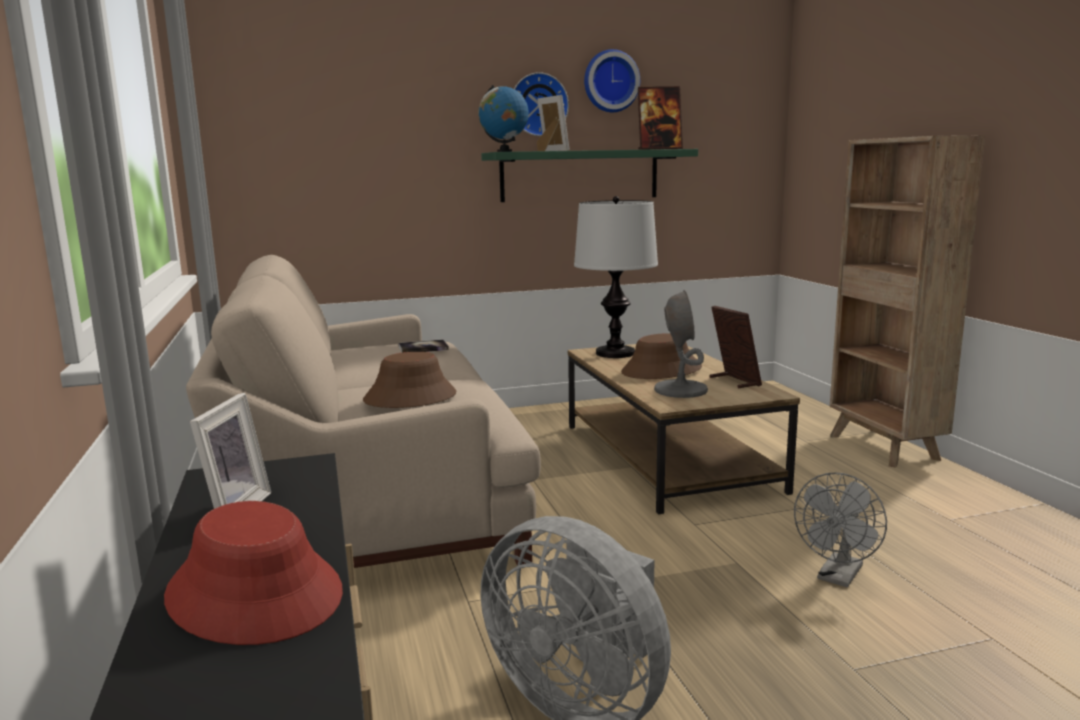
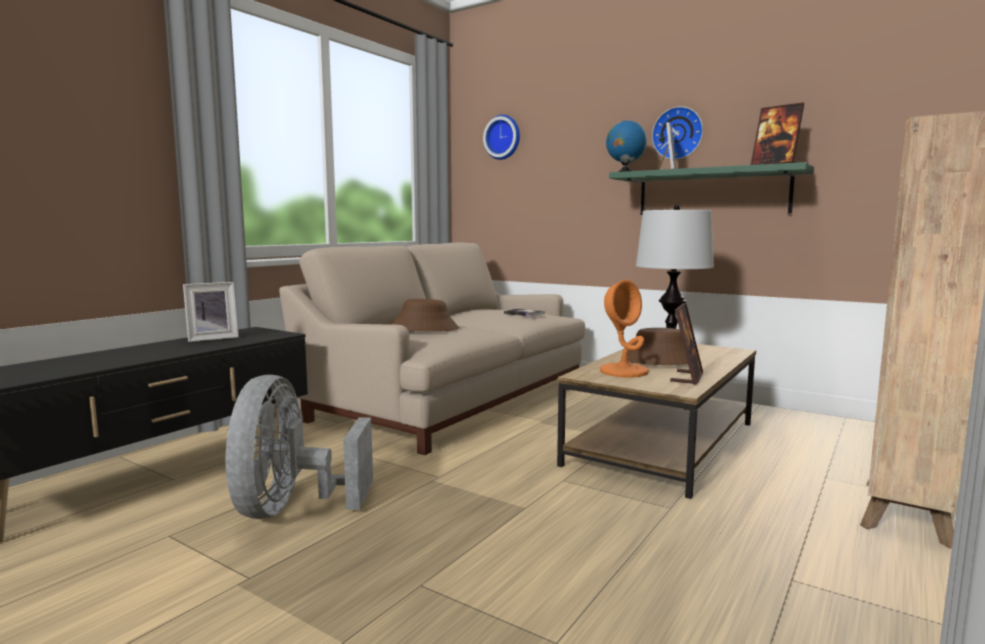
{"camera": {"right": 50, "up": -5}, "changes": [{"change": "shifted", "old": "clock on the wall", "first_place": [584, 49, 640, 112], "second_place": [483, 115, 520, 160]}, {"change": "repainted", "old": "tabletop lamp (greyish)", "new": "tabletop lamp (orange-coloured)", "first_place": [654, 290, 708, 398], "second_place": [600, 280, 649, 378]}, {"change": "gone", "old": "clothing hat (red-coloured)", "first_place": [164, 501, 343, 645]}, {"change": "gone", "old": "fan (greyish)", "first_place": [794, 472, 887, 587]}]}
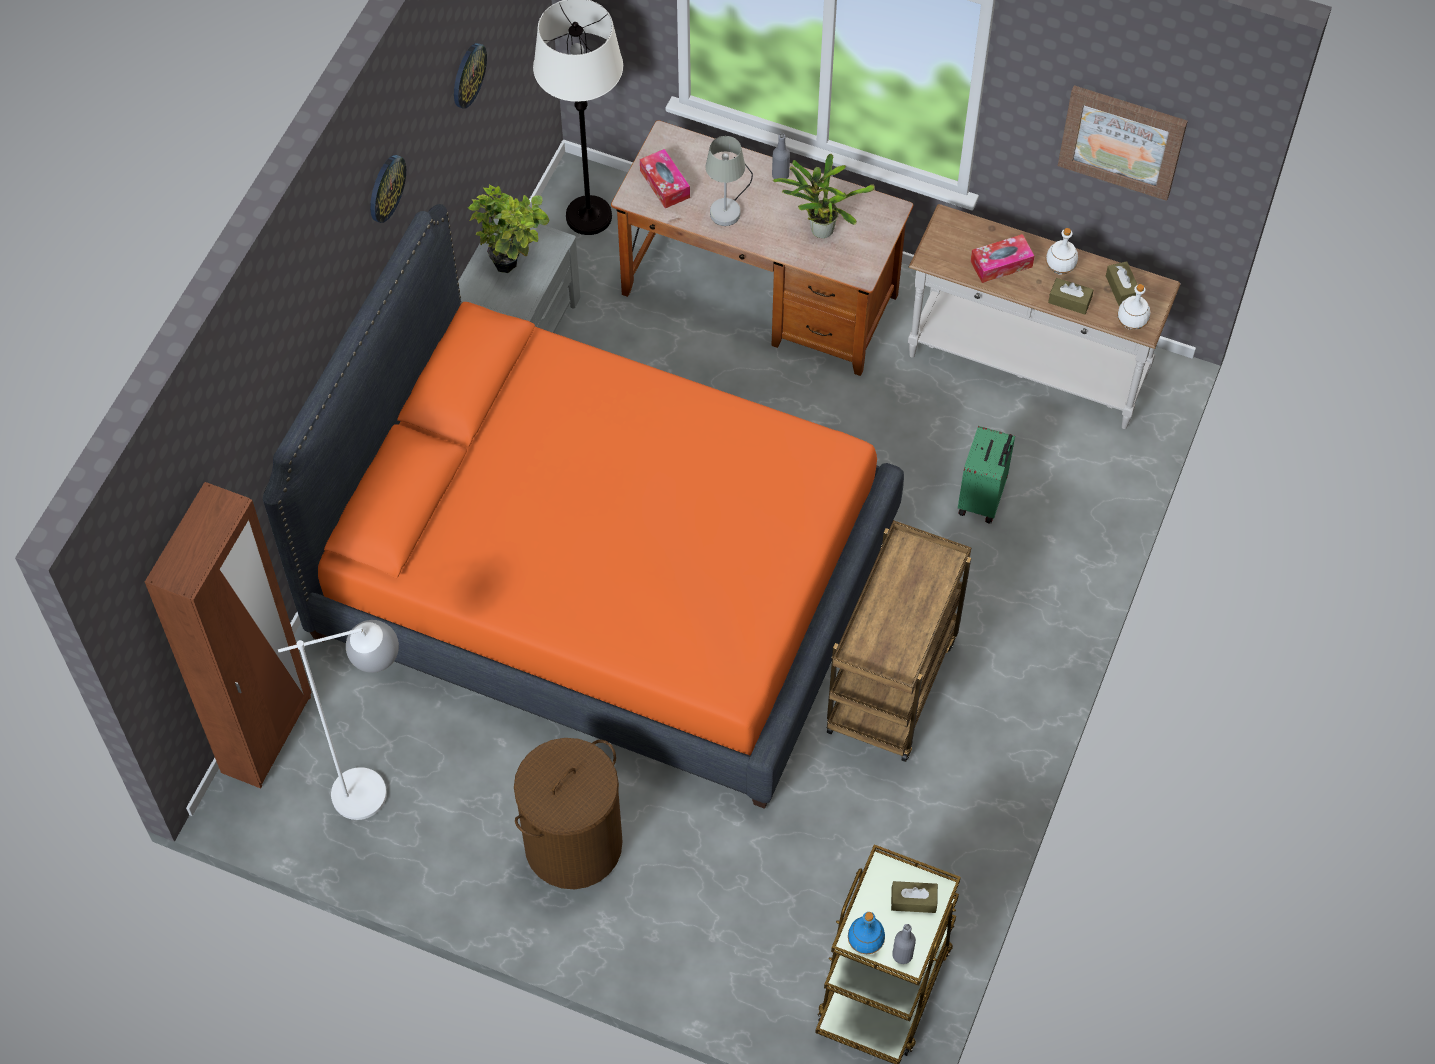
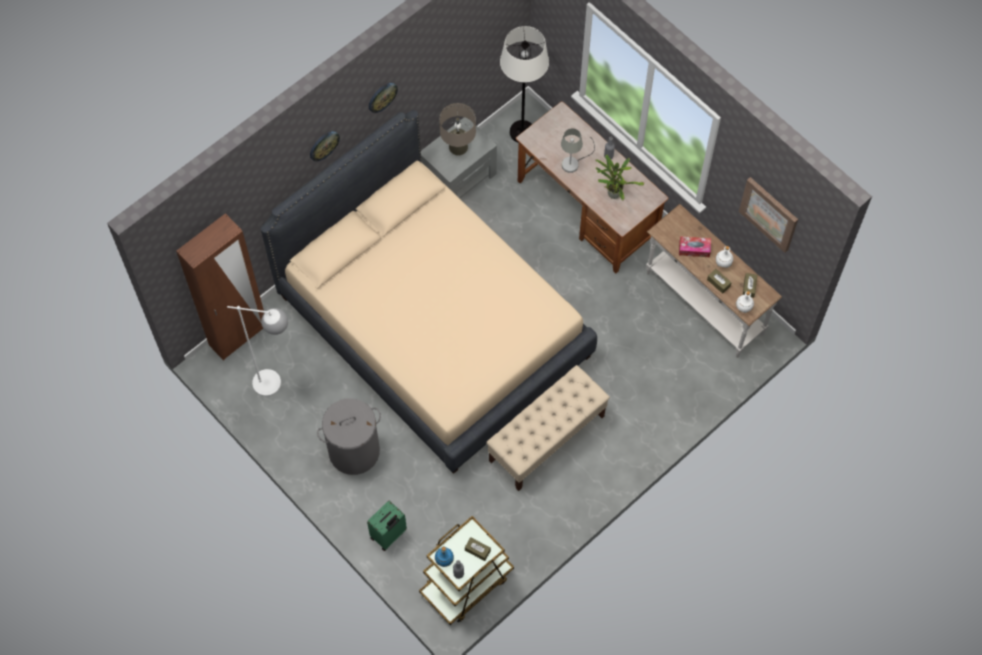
{"camera": {"right": 25, "up": 5}, "changes": [{"change": "repainted", "old": "bedroom bed (orange-coloured)", "new": "bedroom bed (sand-coloured)", "first_place": [263, 204, 904, 809], "second_place": [261, 110, 597, 474]}, {"change": "shifted", "old": "clock on the wall", "first_place": [454, 43, 487, 109], "second_place": [310, 131, 340, 162]}, {"change": "repainted", "old": "washing basket (brown)", "new": "washing basket (greyish)", "first_place": [514, 738, 623, 889], "second_place": [317, 398, 381, 475]}, {"change": "shifted", "old": "piece of luggage (greenish)", "first_place": [958, 426, 1015, 524], "second_place": [367, 501, 407, 551]}, {"change": "swapped", "old": "potted plant", "new": "tabletop lamp (sand-coloured)", "first_place": [468, 185, 549, 273], "second_place": [439, 103, 476, 155]}, {"change": "swapped", "old": "trolley (brown)", "new": "long seat (sand-coloured)", "first_place": [827, 520, 971, 762], "second_place": [486, 365, 610, 491]}, {"change": "gone", "old": "box of tissues", "first_place": [640, 149, 690, 208]}]}
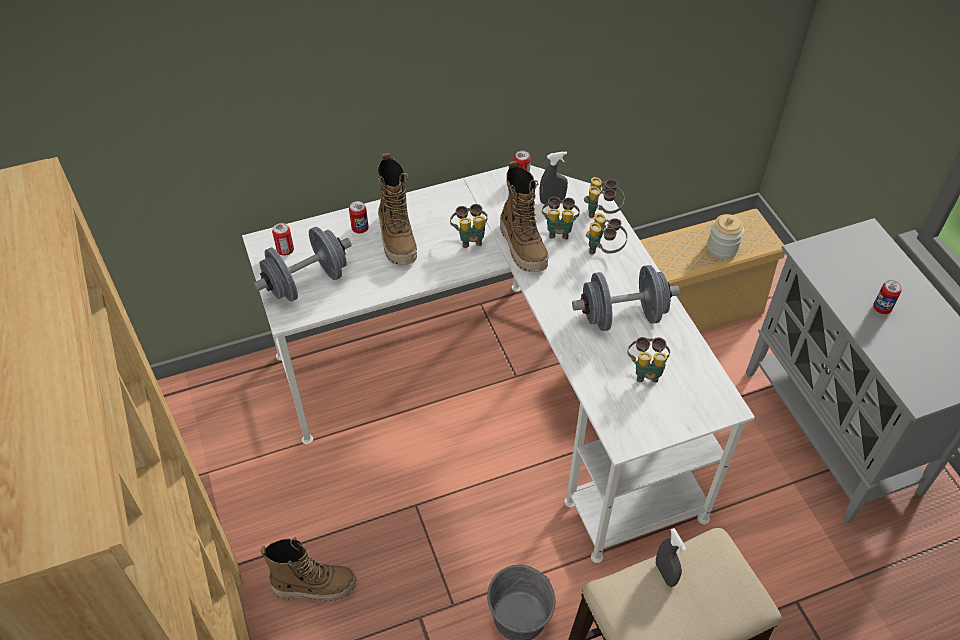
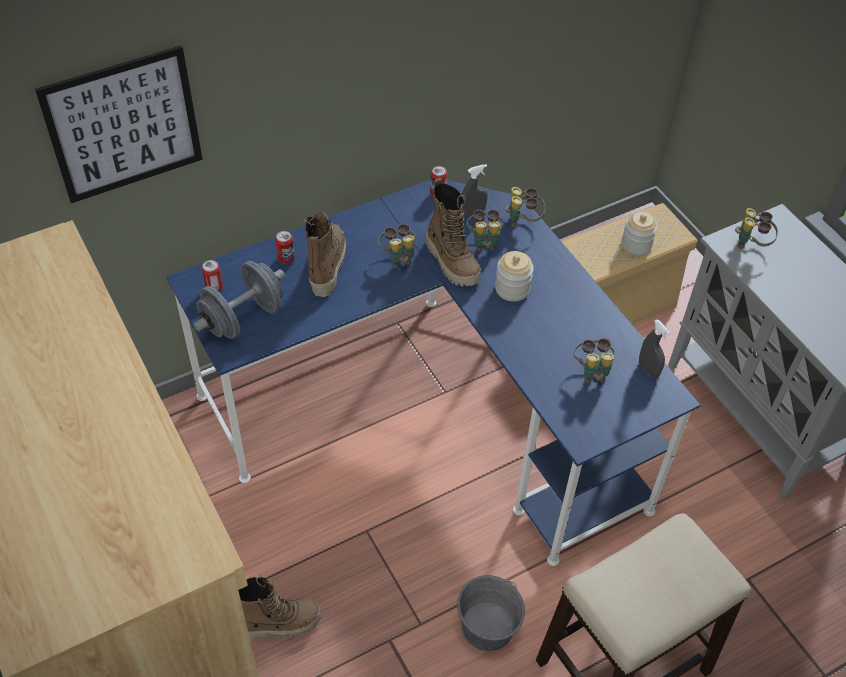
{"camera": {"right": -10, "up": 0}, "changes": [{"change": "new", "new": "wall art", "second_place": [35, 46, 203, 203]}, {"change": "repainted", "old": "desk table (white)", "new": "desk table (bluish)", "first_place": [242, 165, 755, 563], "second_place": [166, 179, 700, 566]}, {"change": "rotated", "old": "high-top boot", "first_place": [377, 153, 417, 265], "second_place": [304, 213, 346, 297], "degrees": -150}, {"change": "new", "new": "storage jar", "second_place": [495, 251, 534, 301]}, {"change": "shifted", "old": "sprayer (greyish)", "first_place": [656, 528, 686, 587], "second_place": [639, 320, 671, 378]}, {"change": "shifted", "old": "binoculars", "first_place": [586, 213, 628, 254], "second_place": [735, 208, 778, 249]}, {"change": "gone", "old": "hand weight (greyish)", "first_place": [572, 265, 680, 331]}, {"change": "gone", "old": "can", "first_place": [873, 280, 902, 314]}]}
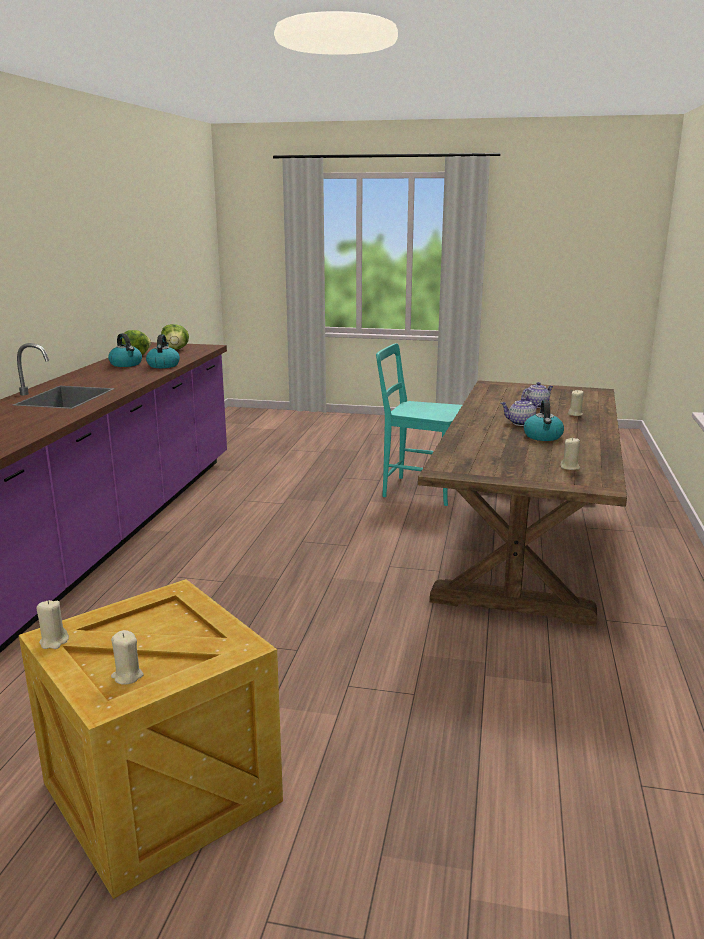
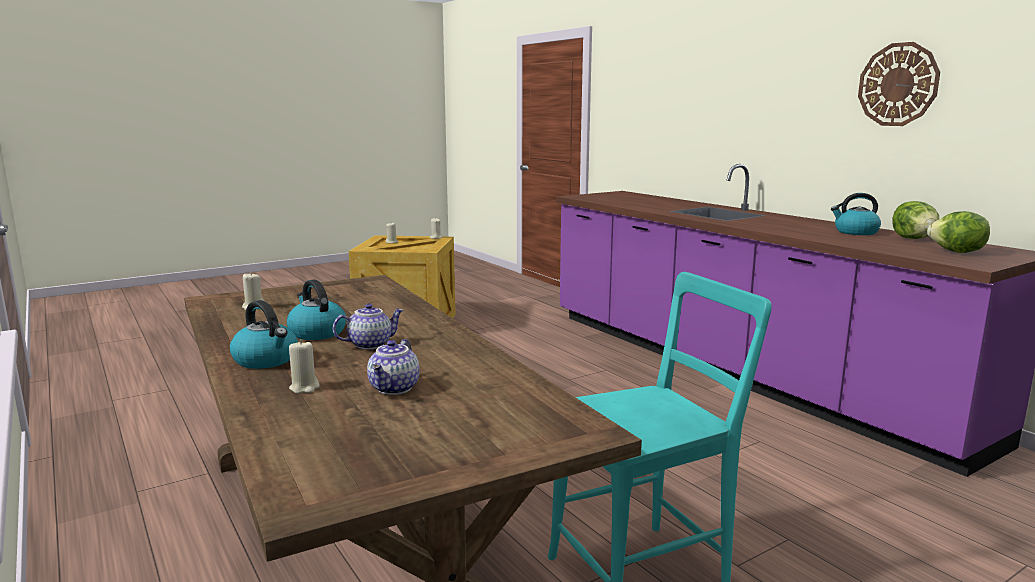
{"camera": {"right": 135, "up": -5}, "changes": [{"change": "shifted", "old": "tea kettle", "first_place": [146, 334, 180, 368], "second_place": [230, 300, 298, 369]}, {"change": "new", "new": "clock on the wall", "second_place": [858, 42, 940, 126]}]}
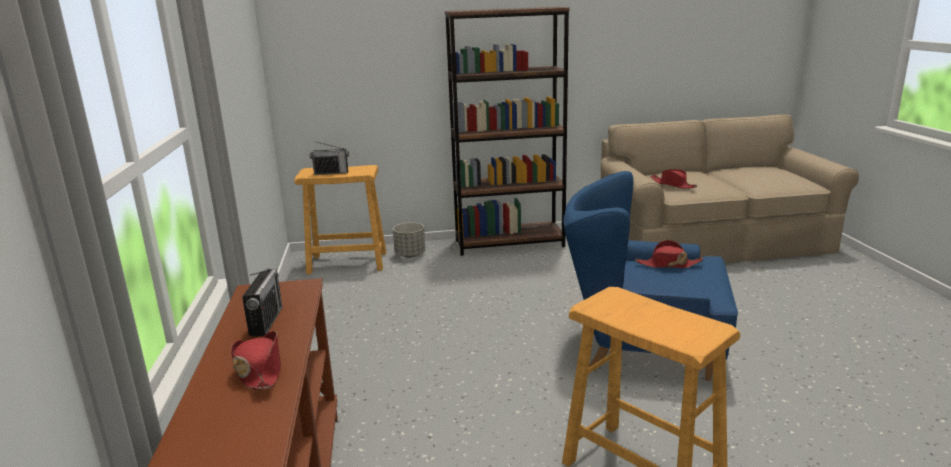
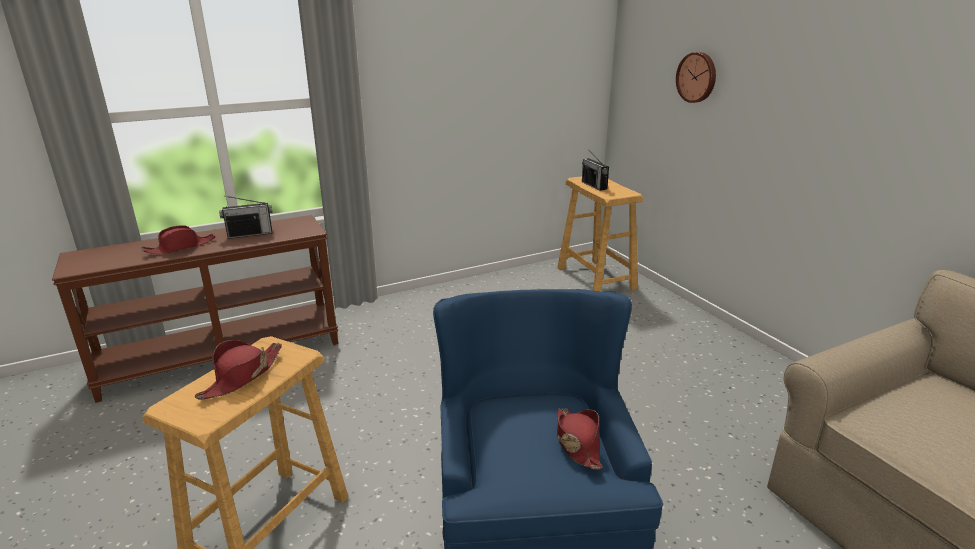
{"camera": {"right": 70, "up": 5}, "changes": [{"change": "shifted", "old": "clothing hat (red-coloured)", "first_place": [650, 169, 698, 189], "second_place": [195, 340, 282, 400]}, {"change": "new", "new": "clock on the wall", "second_place": [676, 52, 716, 103]}, {"change": "gone", "old": "plant pot (greyish)", "first_place": [393, 223, 425, 258]}, {"change": "gone", "old": "bookcase (brown)", "first_place": [445, 7, 570, 256]}]}
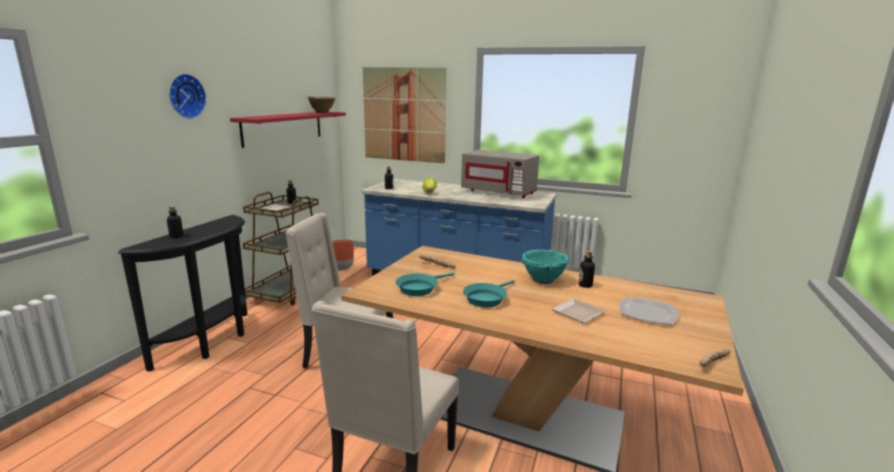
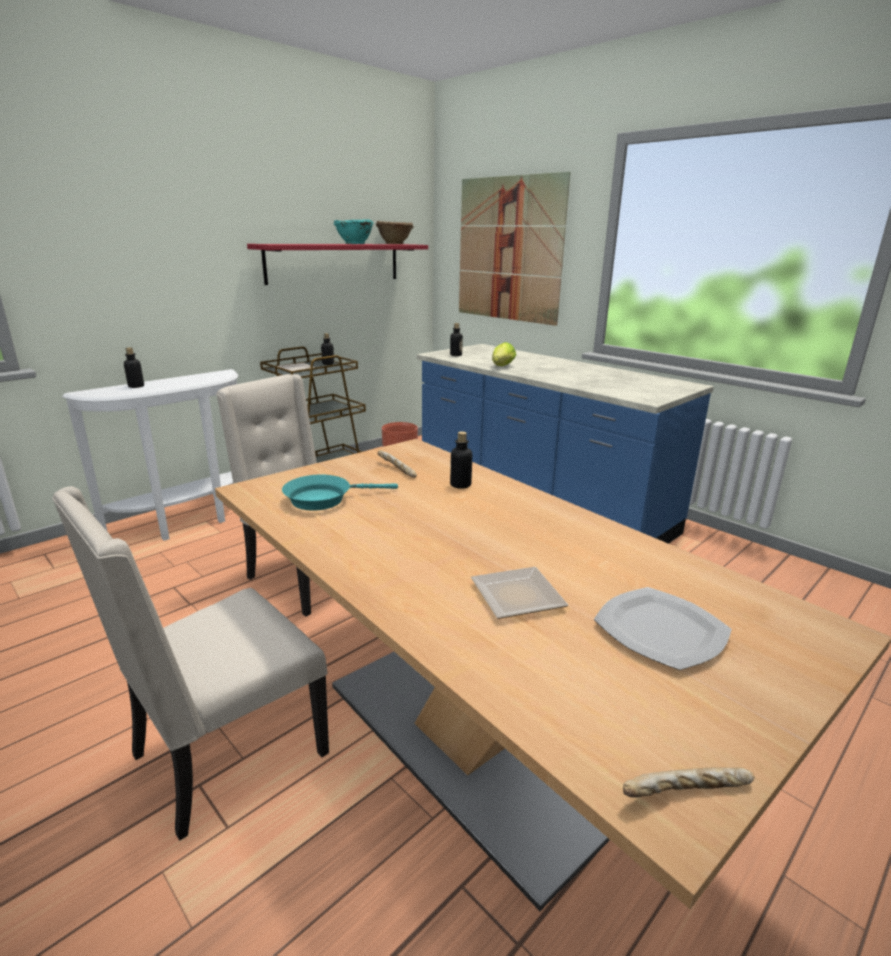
{"camera": {"right": 25, "up": 5}, "changes": [{"change": "repainted", "old": "hall table (black)", "new": "hall table (white)", "first_place": [118, 215, 247, 372], "second_place": [62, 369, 238, 541]}, {"change": "shifted", "old": "deep dish (turquoise)", "first_place": [521, 250, 569, 284], "second_place": [334, 219, 374, 244]}, {"change": "shifted", "old": "drink bottle", "first_place": [578, 250, 595, 288], "second_place": [450, 431, 472, 489]}, {"change": "gone", "old": "clock on the wall", "first_place": [169, 74, 206, 119]}, {"change": "gone", "old": "kitchen microwave (greyish)", "first_place": [461, 150, 539, 198]}, {"change": "gone", "old": "skillet (turquoise)", "first_place": [463, 280, 515, 307]}]}
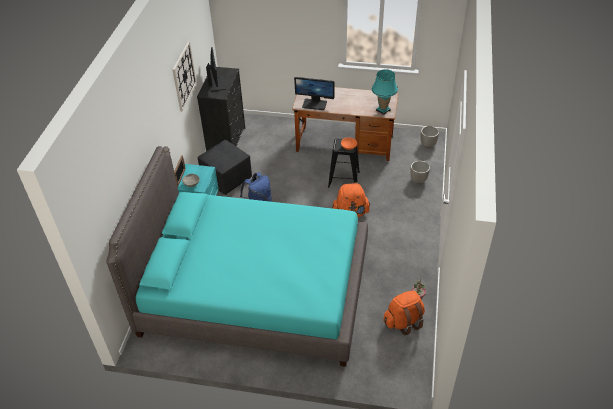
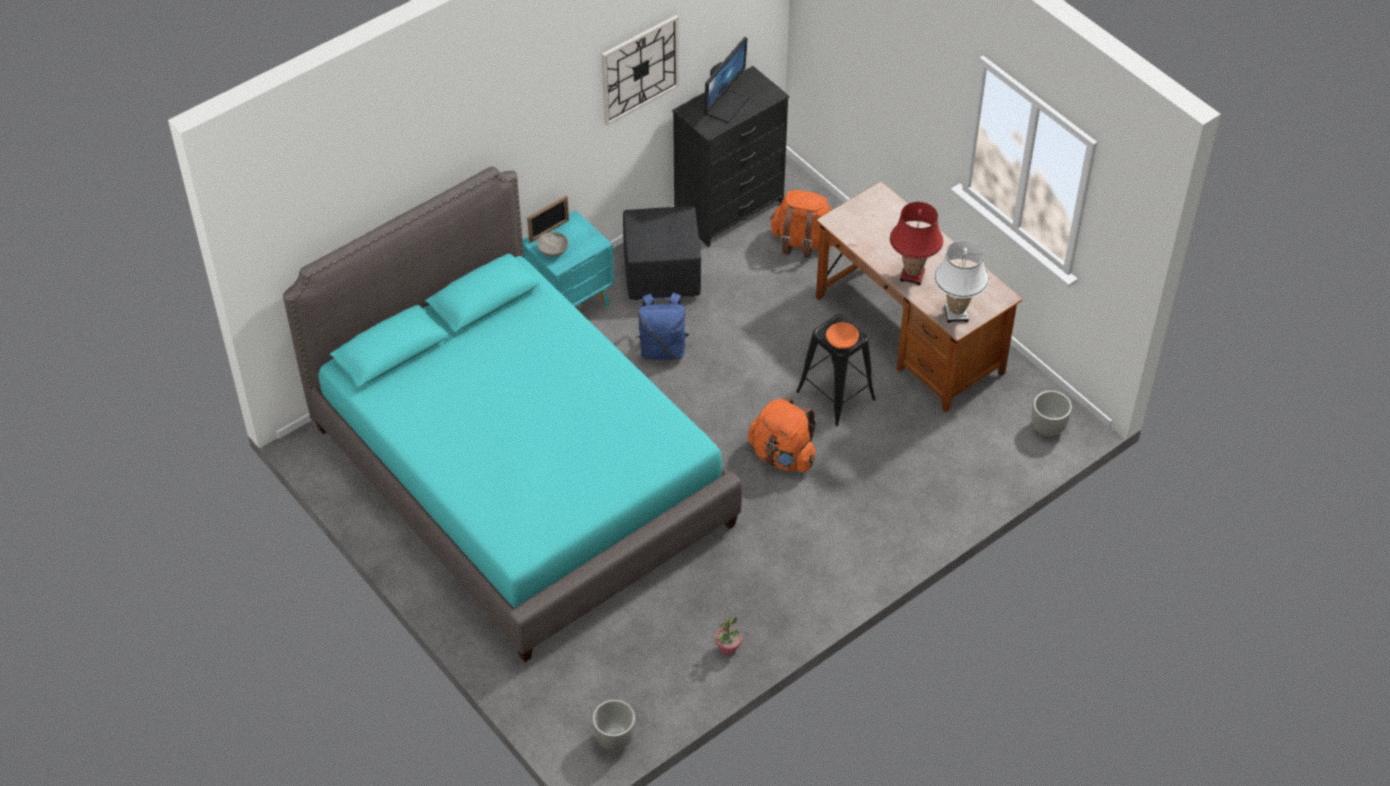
{"camera": {"right": 40, "up": 5}, "changes": [{"change": "shifted", "old": "plant pot", "first_place": [410, 161, 430, 184], "second_place": [592, 700, 636, 750]}, {"change": "shifted", "old": "rucksack (orange-coloured)", "first_place": [383, 291, 425, 335], "second_place": [770, 190, 833, 258]}, {"change": "new", "new": "tabletop lamp (red-coloured)", "second_place": [890, 202, 943, 285]}, {"change": "repainted", "old": "tabletop lamp (turquoise)", "new": "tabletop lamp (white)", "first_place": [372, 69, 398, 115], "second_place": [934, 240, 989, 323]}, {"change": "gone", "old": "computer display", "first_place": [294, 77, 334, 110]}]}
